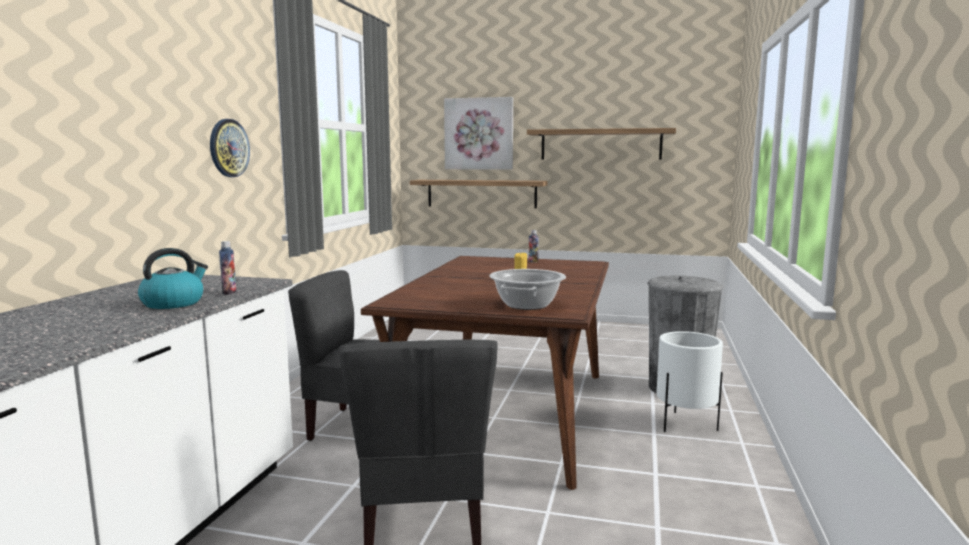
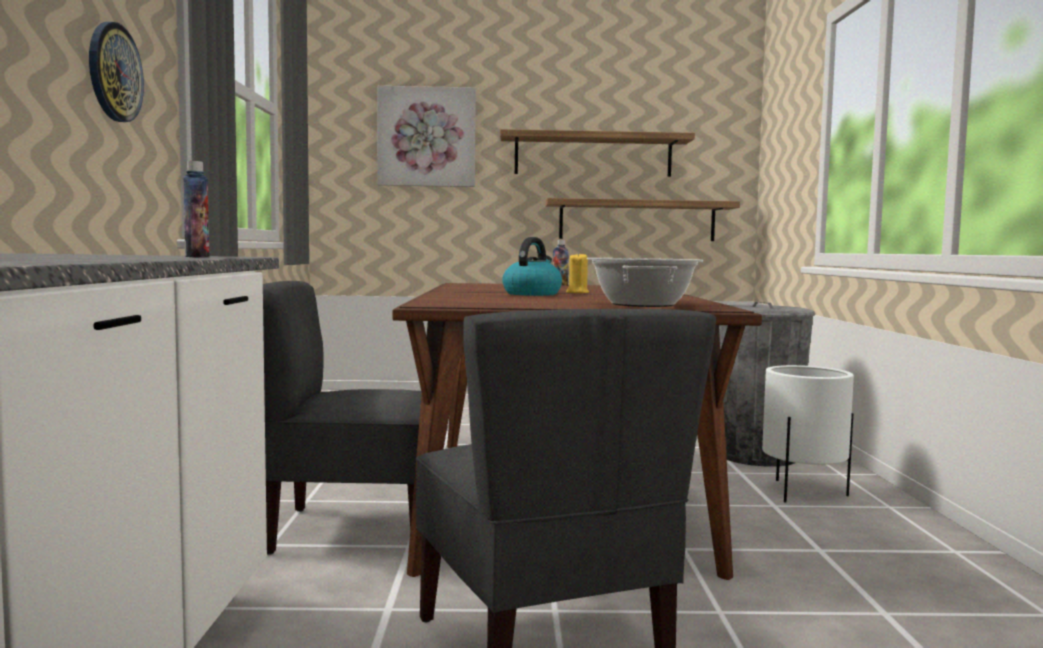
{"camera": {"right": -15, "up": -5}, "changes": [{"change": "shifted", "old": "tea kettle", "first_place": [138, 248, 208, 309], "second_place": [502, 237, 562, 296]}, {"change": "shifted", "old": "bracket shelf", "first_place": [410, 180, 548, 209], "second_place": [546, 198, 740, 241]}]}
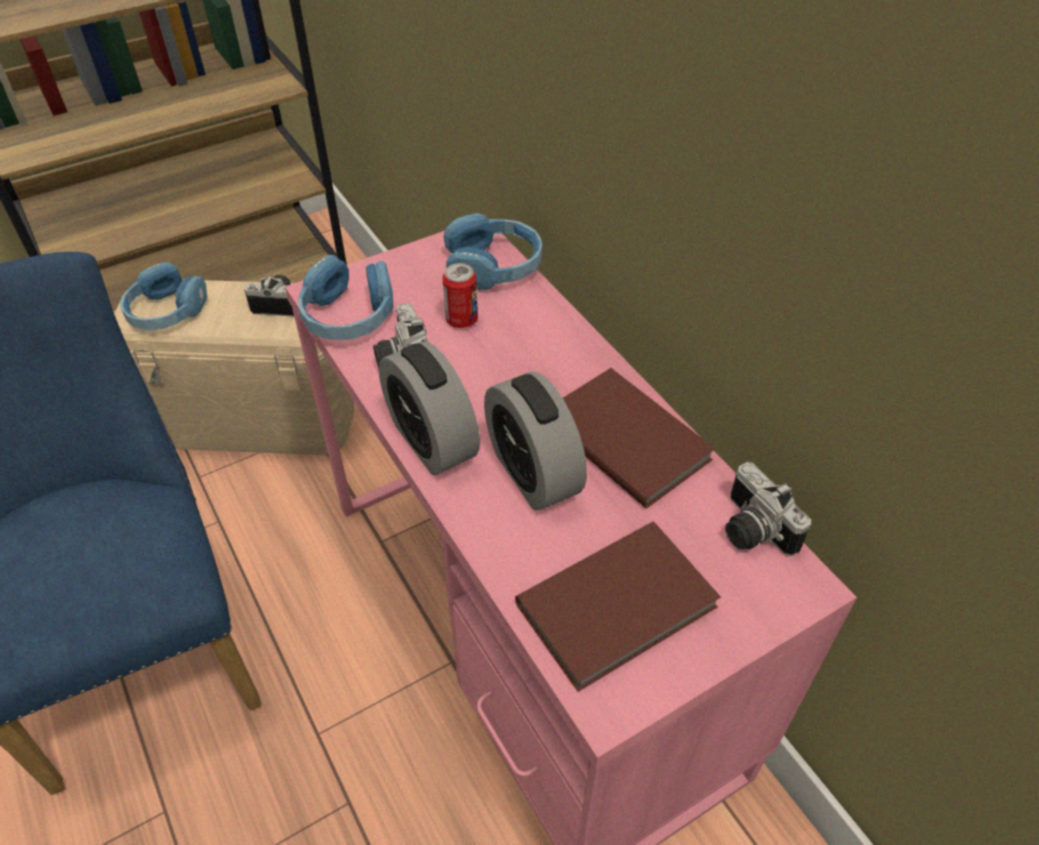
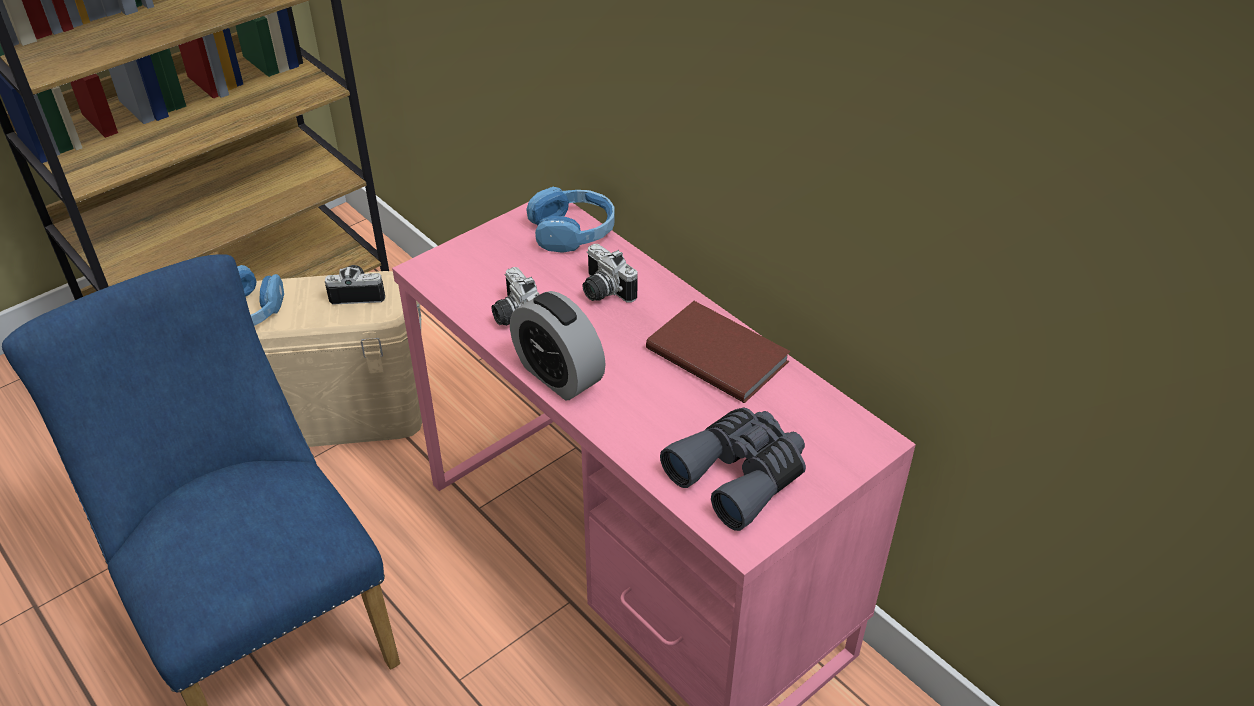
{"camera": {"right": -10, "up": -5}, "changes": [{"change": "shifted", "old": "still camera", "first_place": [725, 462, 811, 556], "second_place": [582, 244, 637, 303]}, {"change": "swapped", "old": "book (brown)", "new": "binoculars (greyish)", "first_place": [515, 522, 721, 692], "second_place": [660, 408, 806, 531]}, {"change": "gone", "old": "pair of headphones (bluish)", "first_place": [298, 255, 394, 340]}, {"change": "gone", "old": "can", "first_place": [442, 263, 478, 328]}, {"change": "gone", "old": "bedside clock", "first_place": [484, 372, 587, 510]}]}
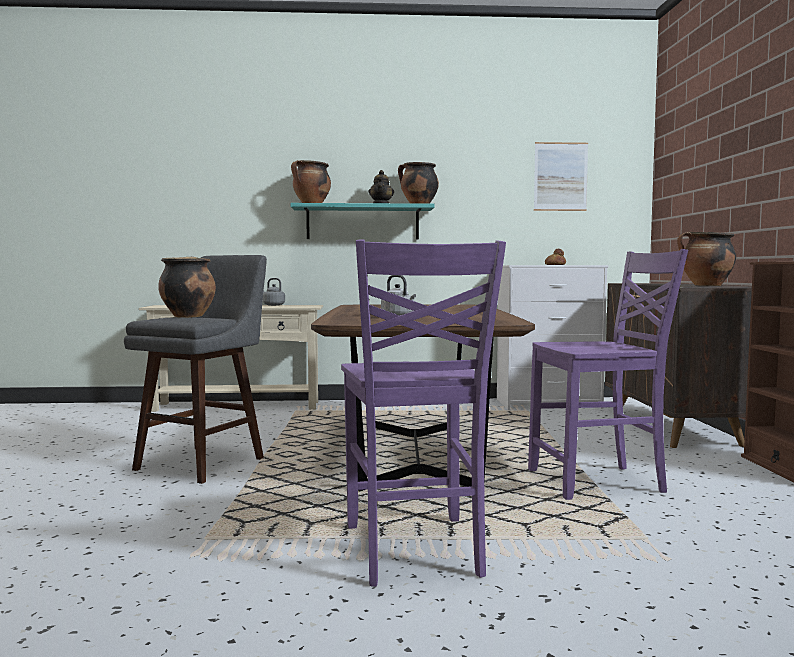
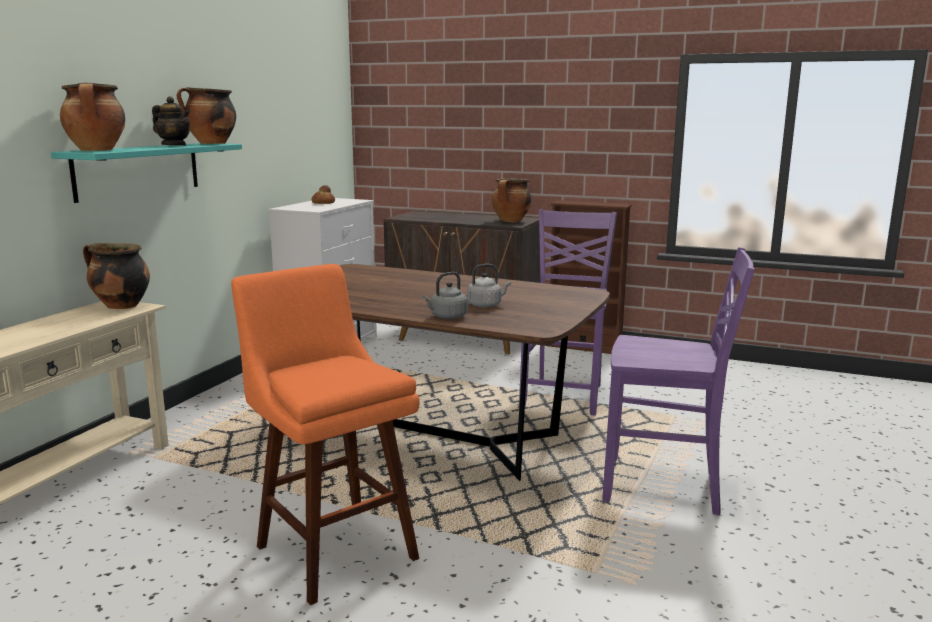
{"camera": {"right": -65, "up": 10}, "changes": [{"change": "shifted", "old": "stockpot", "first_place": [158, 257, 216, 318], "second_place": [83, 243, 150, 309]}, {"change": "repainted", "old": "stool (greyish)", "new": "stool (orange-coloured)", "first_place": [124, 255, 267, 484], "second_place": [231, 264, 420, 605]}, {"change": "shifted", "old": "tea kettle (greyish)", "first_place": [263, 278, 285, 306], "second_place": [423, 272, 468, 319]}, {"change": "gone", "old": "wall art", "first_place": [534, 142, 588, 211]}]}
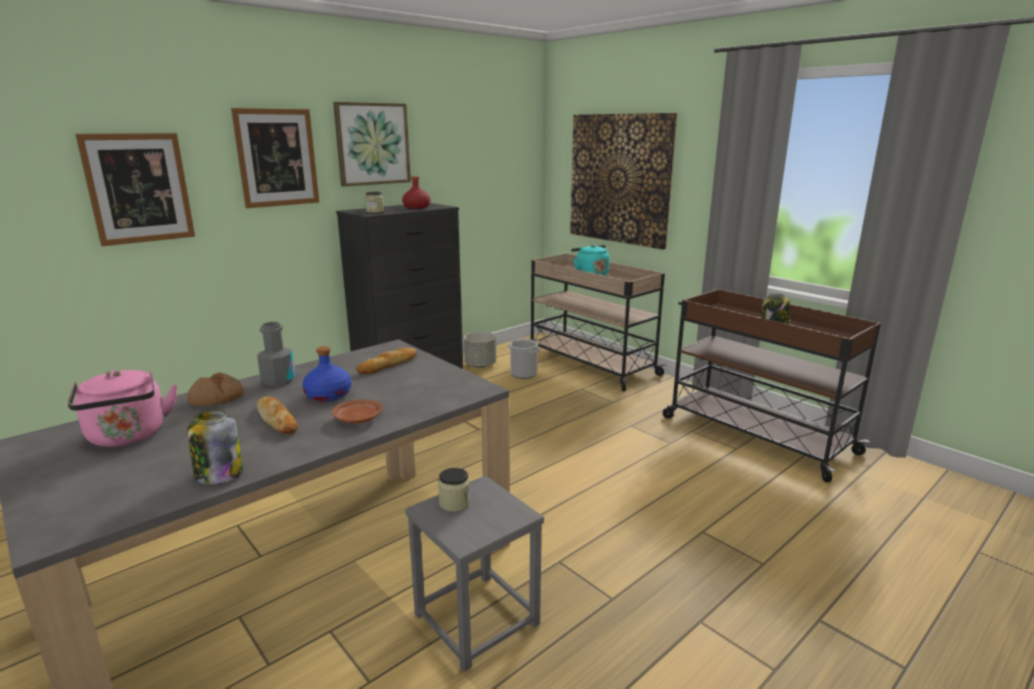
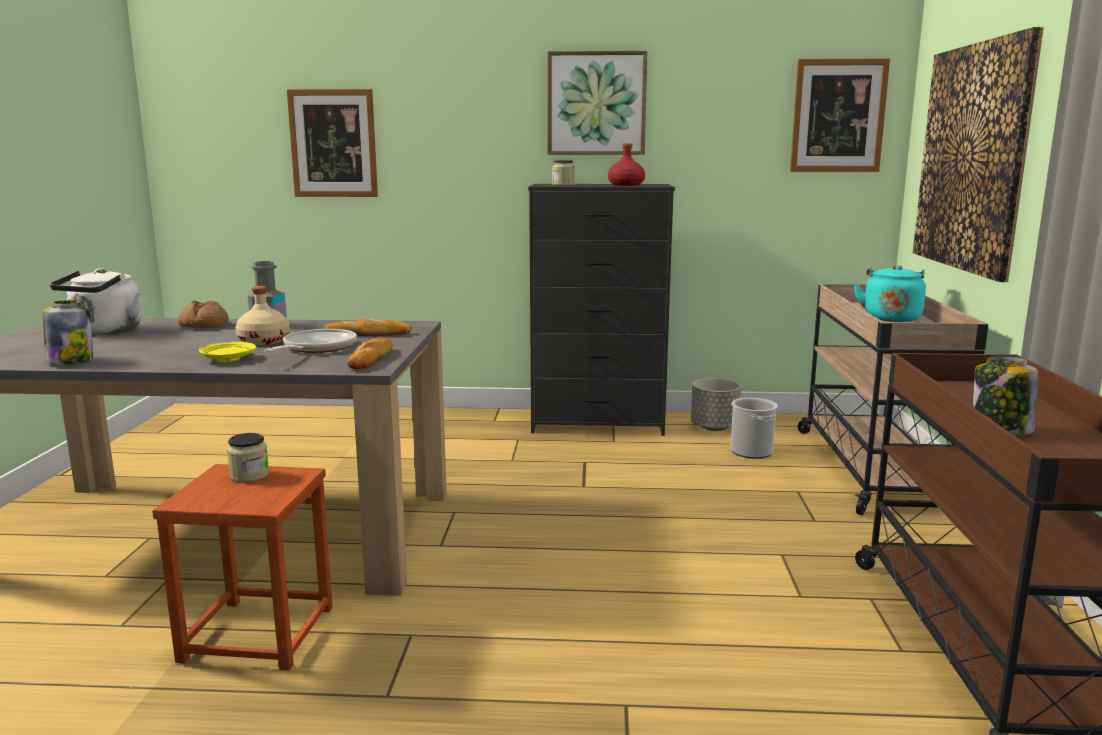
{"camera": {"right": 45, "up": -5}, "changes": [{"change": "repainted", "old": "tea kettle (pink-coloured)", "new": "tea kettle (white)", "first_place": [68, 370, 177, 447], "second_place": [50, 268, 142, 334]}, {"change": "repainted", "old": "stool (greyish)", "new": "stool (brown)", "first_place": [405, 475, 544, 672], "second_place": [152, 464, 333, 671]}, {"change": "repainted", "old": "flat dish (brown)", "new": "flat dish (yellowish)", "first_place": [332, 399, 383, 424], "second_place": [199, 342, 256, 362]}, {"change": "repainted", "old": "drink bottle (bluish)", "new": "drink bottle (sand-coloured)", "first_place": [302, 346, 351, 402], "second_place": [236, 286, 290, 345]}, {"change": "new", "new": "skillet", "second_place": [264, 329, 357, 353]}, {"change": "shifted", "old": "baked bread", "first_place": [257, 396, 298, 434], "second_place": [347, 337, 393, 369]}, {"change": "shifted", "old": "wall art", "first_place": [231, 108, 319, 208], "second_place": [790, 58, 890, 172]}]}
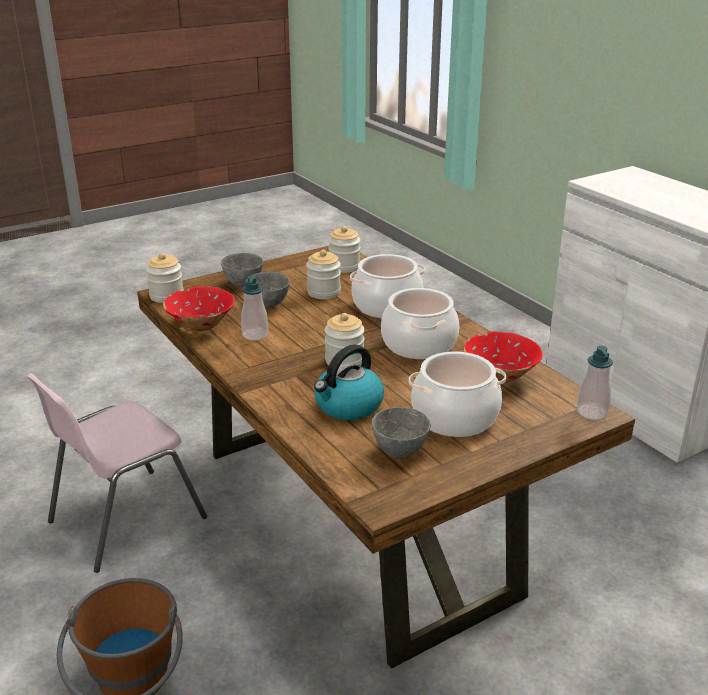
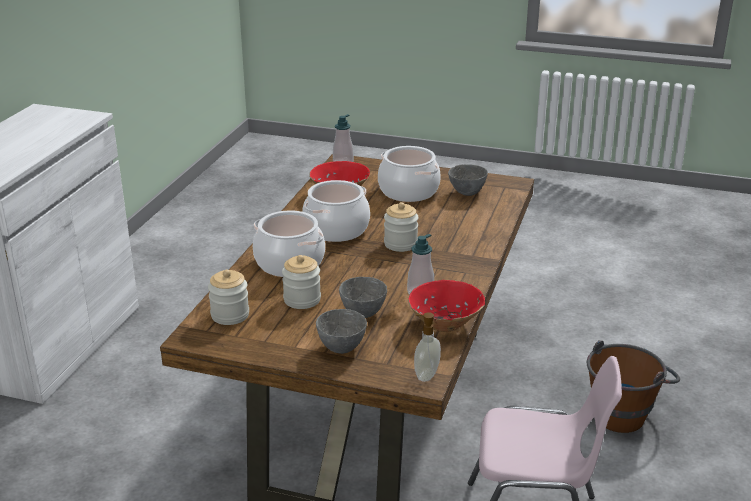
{"camera": {"right": -130, "up": 0}, "changes": [{"change": "swapped", "old": "storage jar", "new": "soap bottle", "first_place": [146, 253, 184, 303], "second_place": [414, 312, 441, 382]}, {"change": "gone", "old": "tea kettle", "first_place": [314, 344, 384, 420]}]}
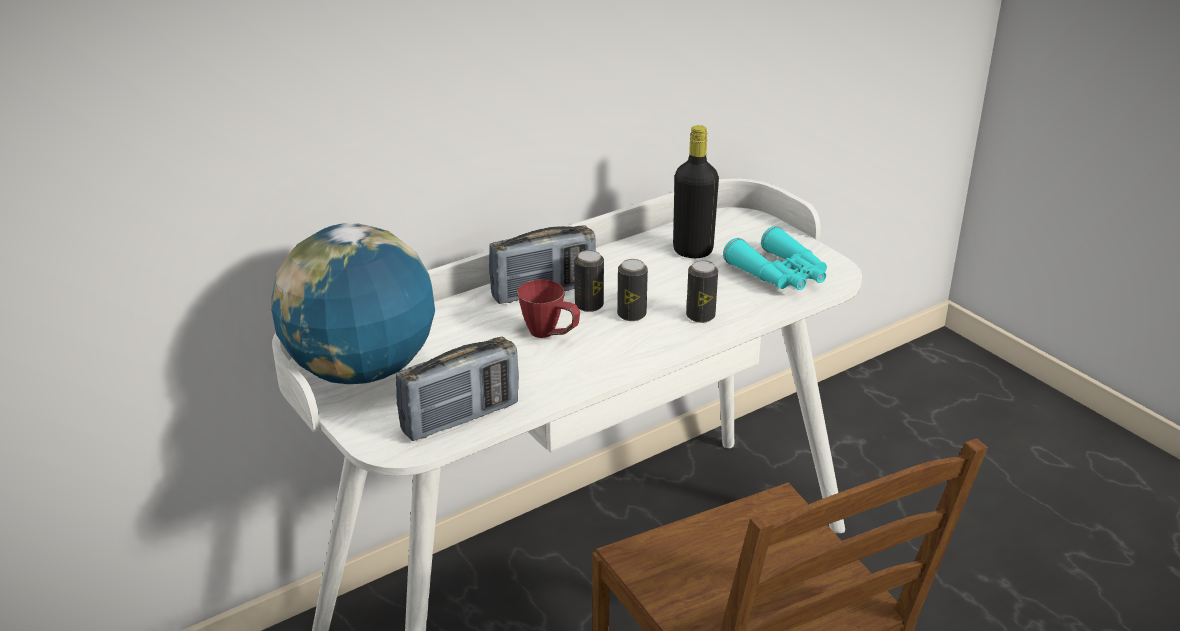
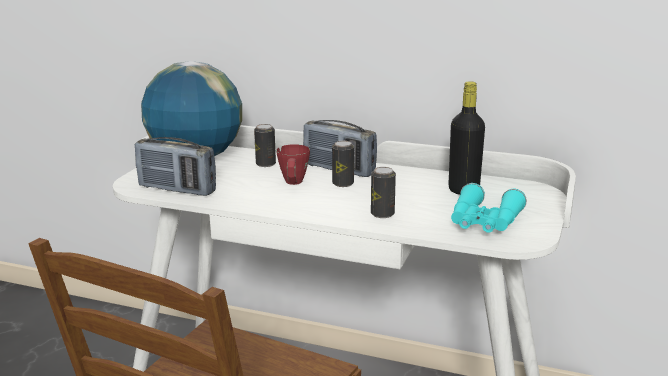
{"camera": {"right": 55, "up": -10}, "changes": [{"change": "shifted", "old": "can", "first_place": [617, 259, 648, 321], "second_place": [254, 124, 276, 167]}]}
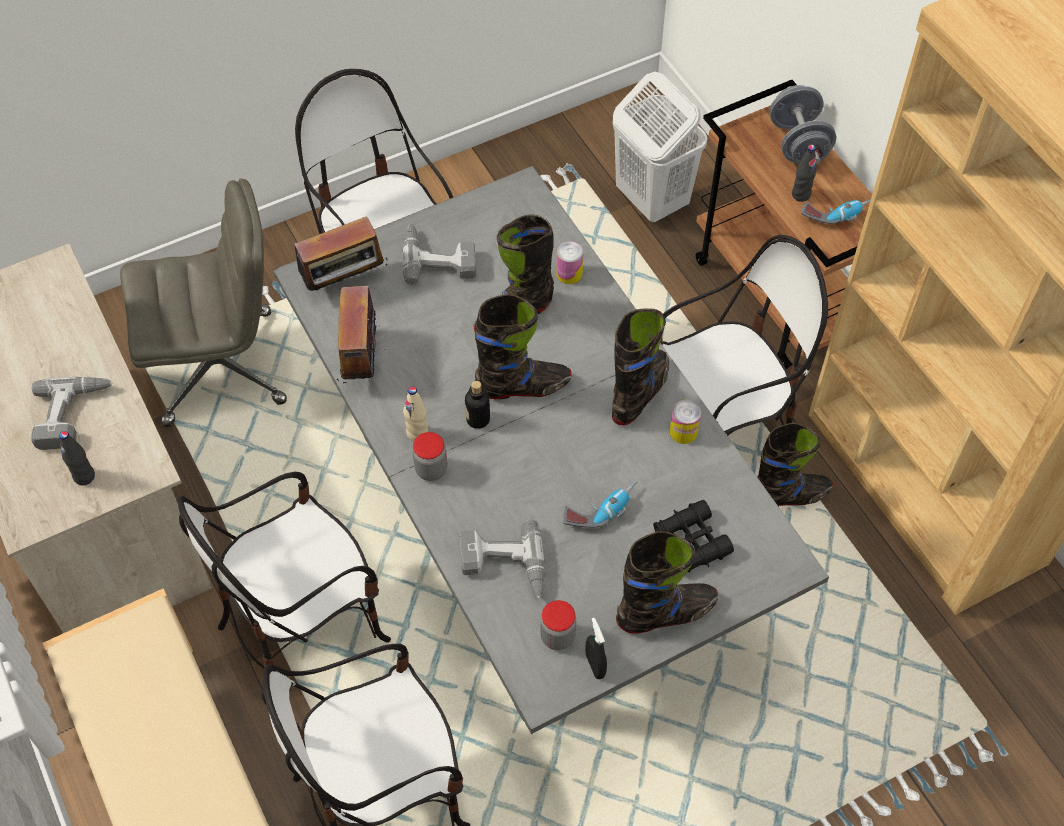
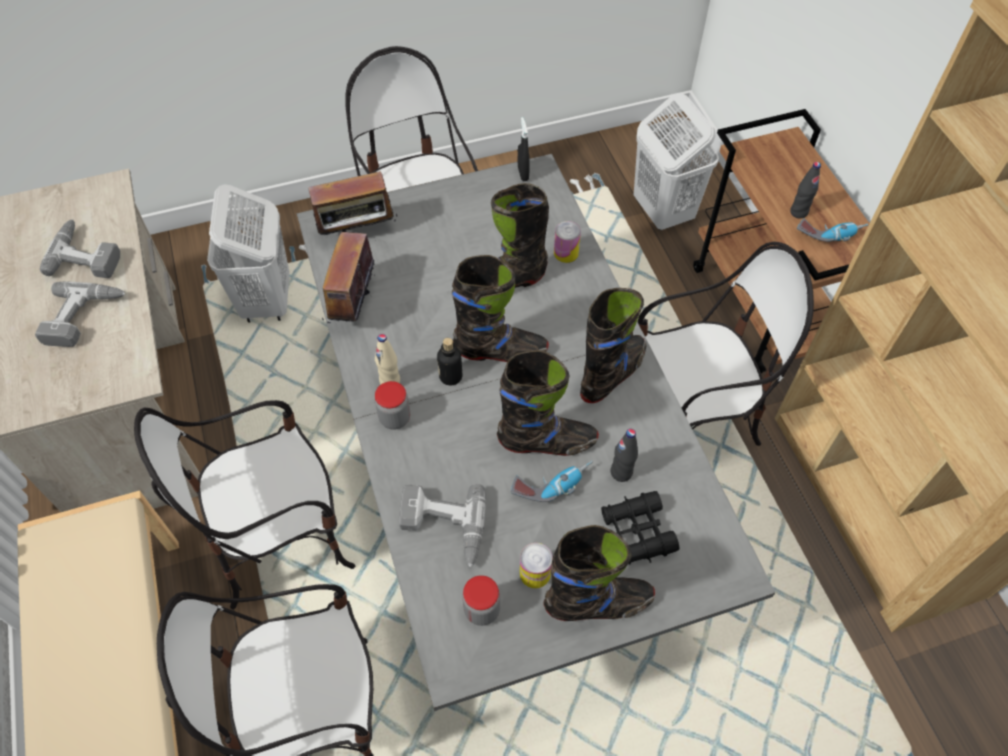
{"camera": {"right": 10, "up": 0}, "changes": [{"change": "shifted", "old": "drill", "first_place": [402, 223, 476, 285], "second_place": [40, 219, 120, 278]}, {"change": "swapped", "old": "desk chair (greyish)", "new": "washing basket (white)", "first_place": [120, 179, 287, 427], "second_place": [207, 184, 289, 323]}, {"change": "shifted", "old": "high-top boot (black)", "first_place": [758, 423, 833, 507], "second_place": [497, 350, 599, 456]}, {"change": "shifted", "old": "sprayer (black)", "first_place": [585, 618, 607, 679], "second_place": [518, 117, 530, 181]}, {"change": "shifted", "old": "can", "first_place": [670, 400, 701, 444], "second_place": [520, 543, 553, 589]}, {"change": "shifted", "old": "drink bottle (black)", "first_place": [59, 431, 95, 485], "second_place": [611, 429, 638, 482]}, {"change": "gone", "old": "hand weight (greyish)", "first_place": [769, 85, 836, 165]}]}
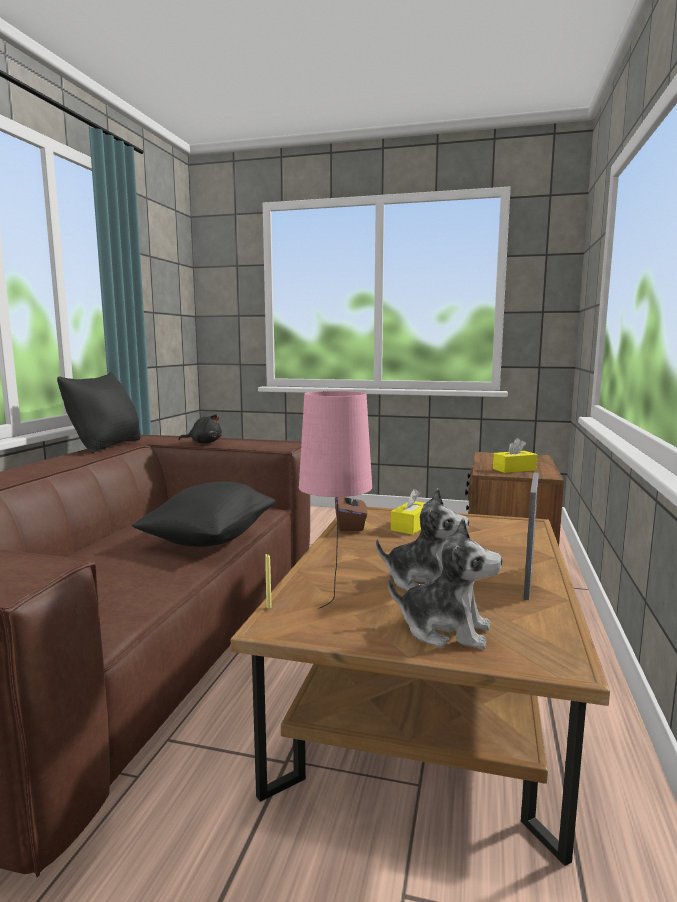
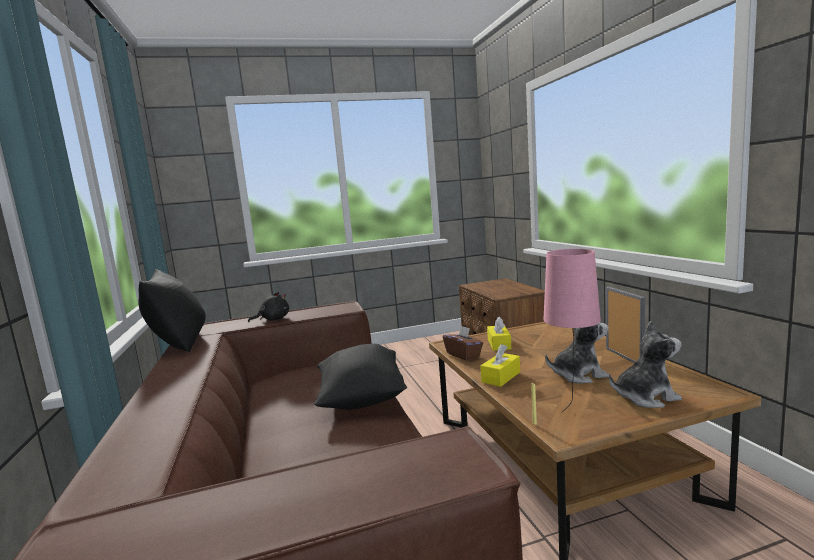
{"camera": {"right": -30, "up": 0}, "changes": [{"change": "shifted", "old": "box of tissues (yellowish)", "first_place": [493, 438, 537, 473], "second_place": [480, 344, 520, 387]}]}
